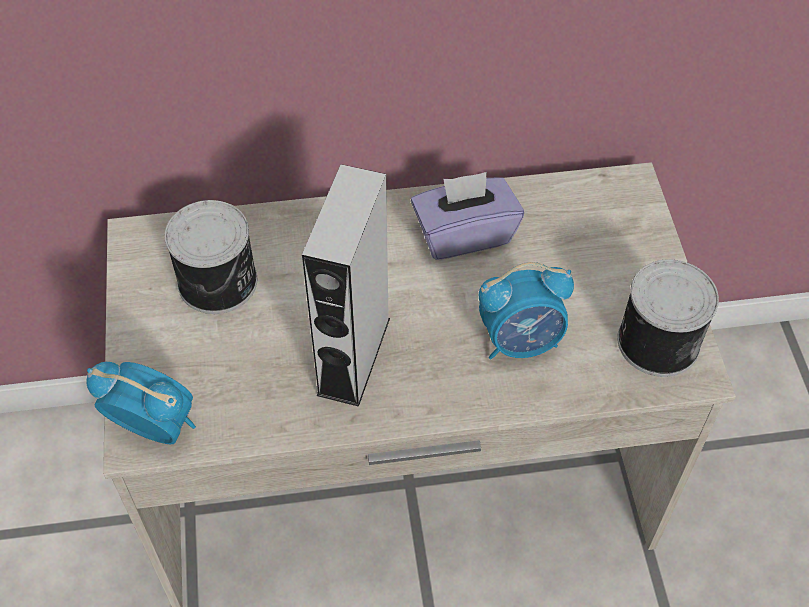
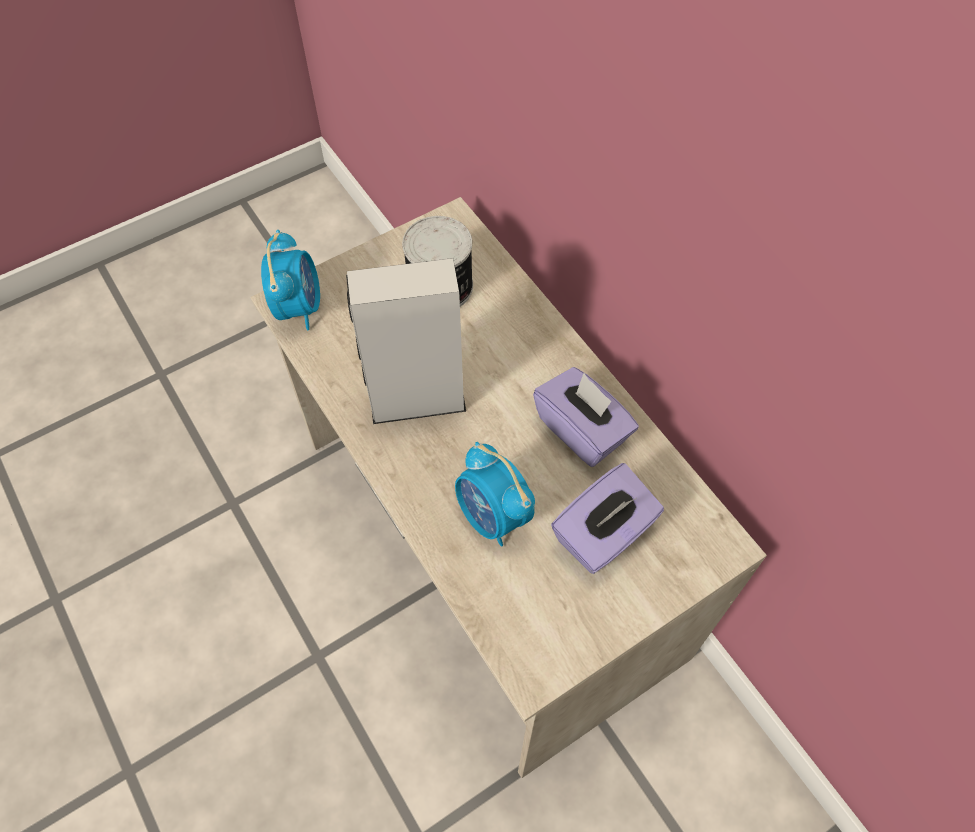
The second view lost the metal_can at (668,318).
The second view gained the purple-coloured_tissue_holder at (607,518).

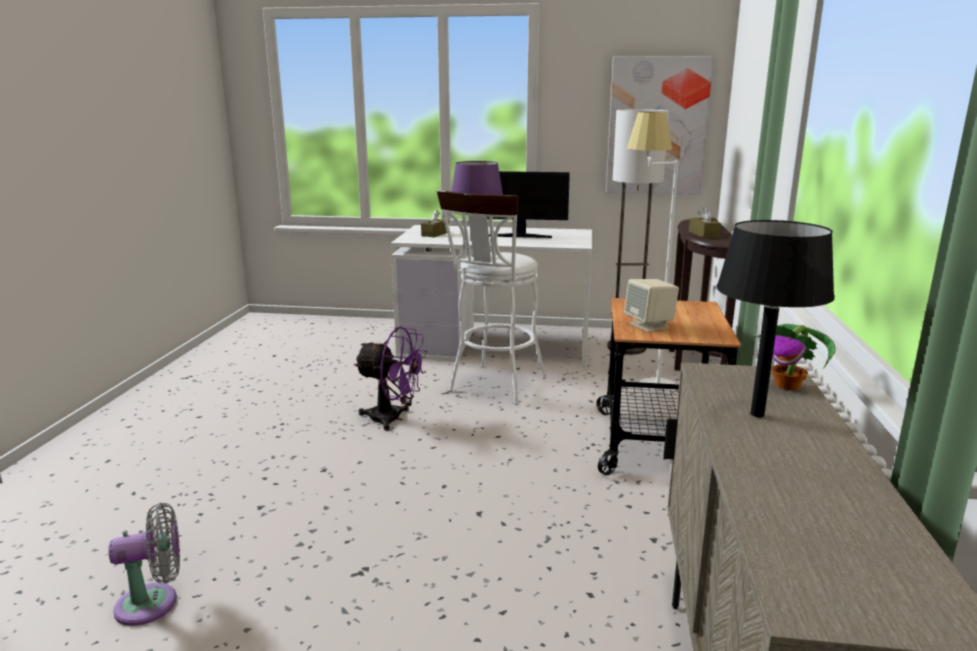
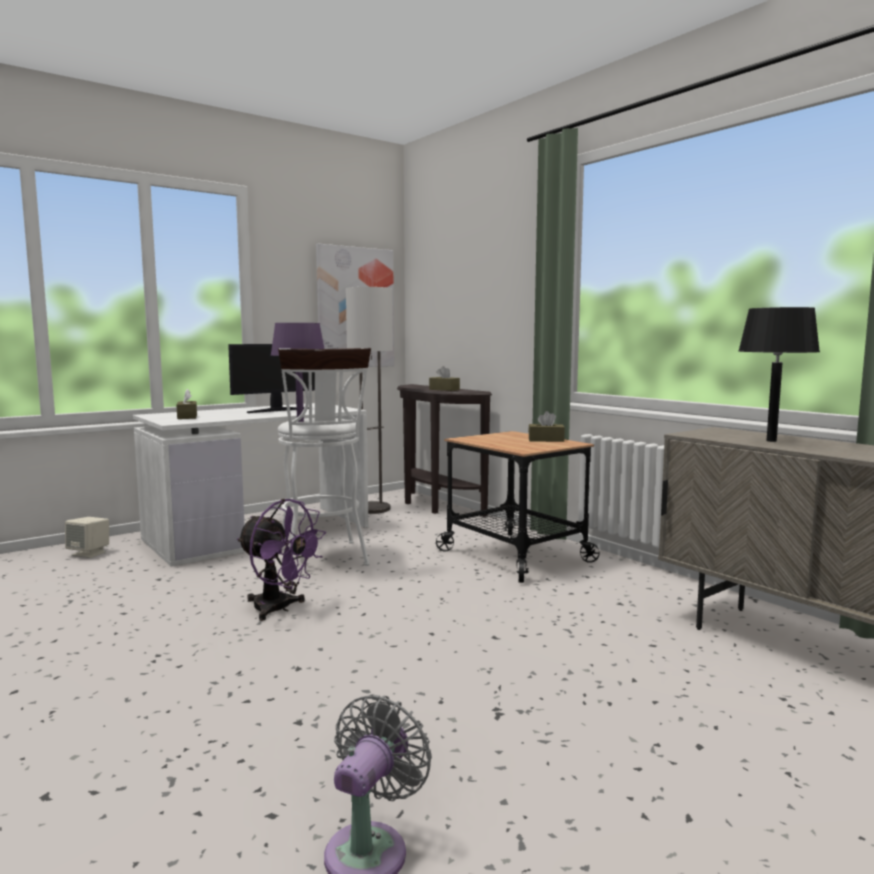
The second view lost the whitish_floor_lamp at (653,252).
The beige_loudspeaker ended up elsewhere, having gone from (651,305) to (87,537).
The second view lost the plant_in_a_pot at (796,357).
The purple-coloured_cooling_fan at (390,379) ended up facing another way, 60 degrees clockwise from before.
The second view gained the brownish_tissue_holder at (546,426).

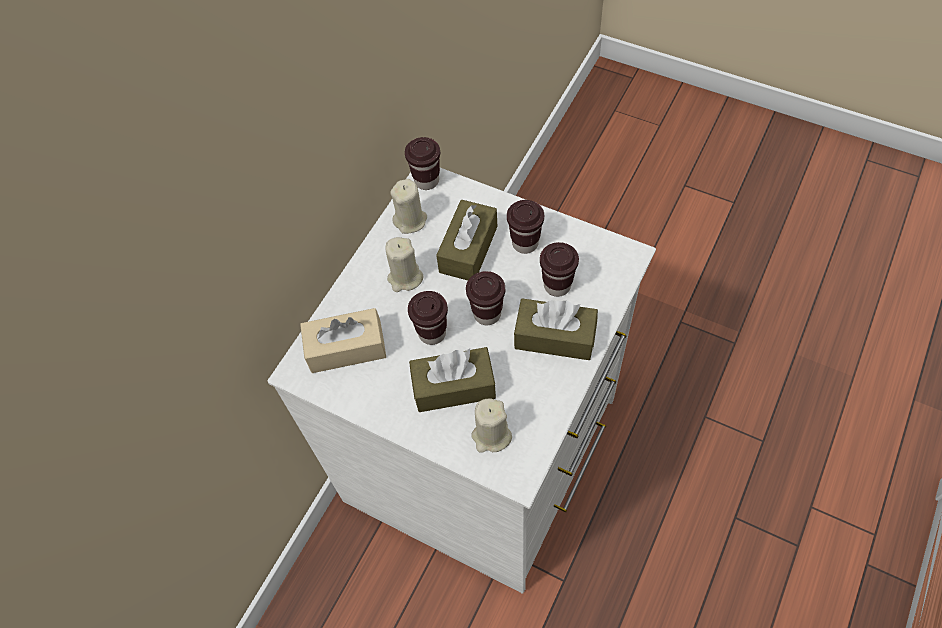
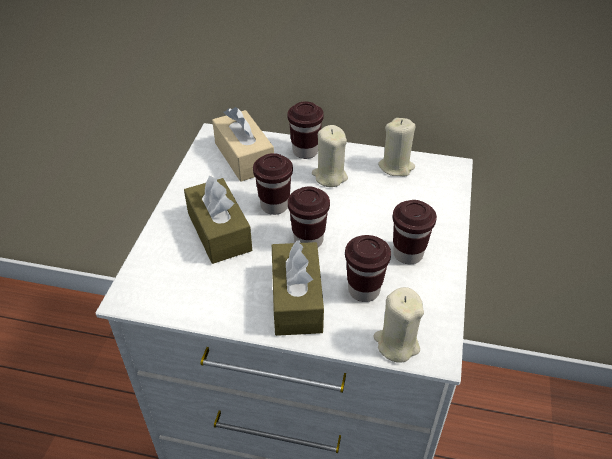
The brownish_cup ended up elsewhere, having gone from (422,163) to (305,130).
The second view lost the brownish_tissue_holder at (467,240).
The beige_candle ended up elsewhere, having gone from (491,425) to (398,325).

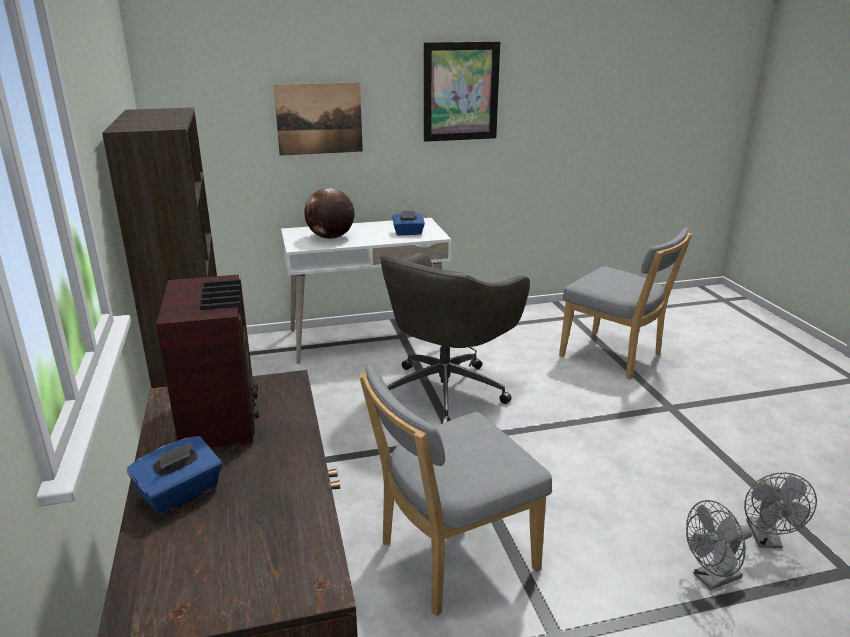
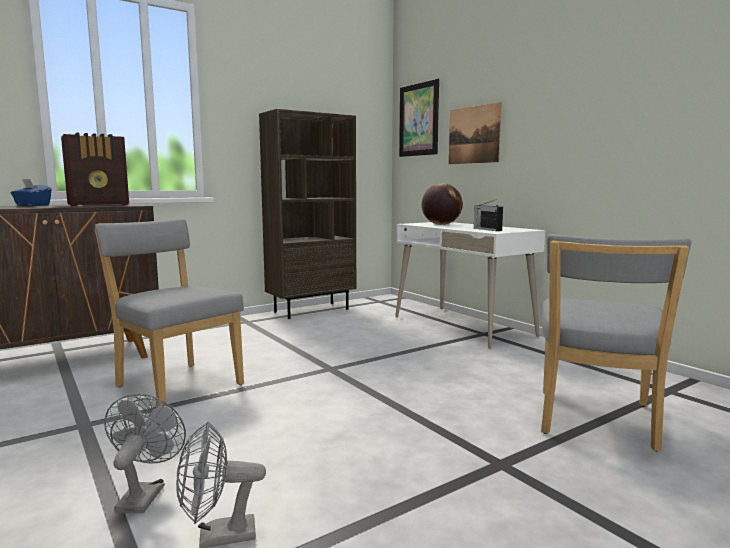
The wall_art ended up elsewhere, having gone from (462,91) to (419,118).
Where the bluish_tissue_holder stood at (408,223), the radio_receiver came to stand at (488,215).
The second view lost the gray_office_chair at (455,338).
The gray_cooling_fan at (719,545) ended up facing another way, 45 degrees clockwise from before.

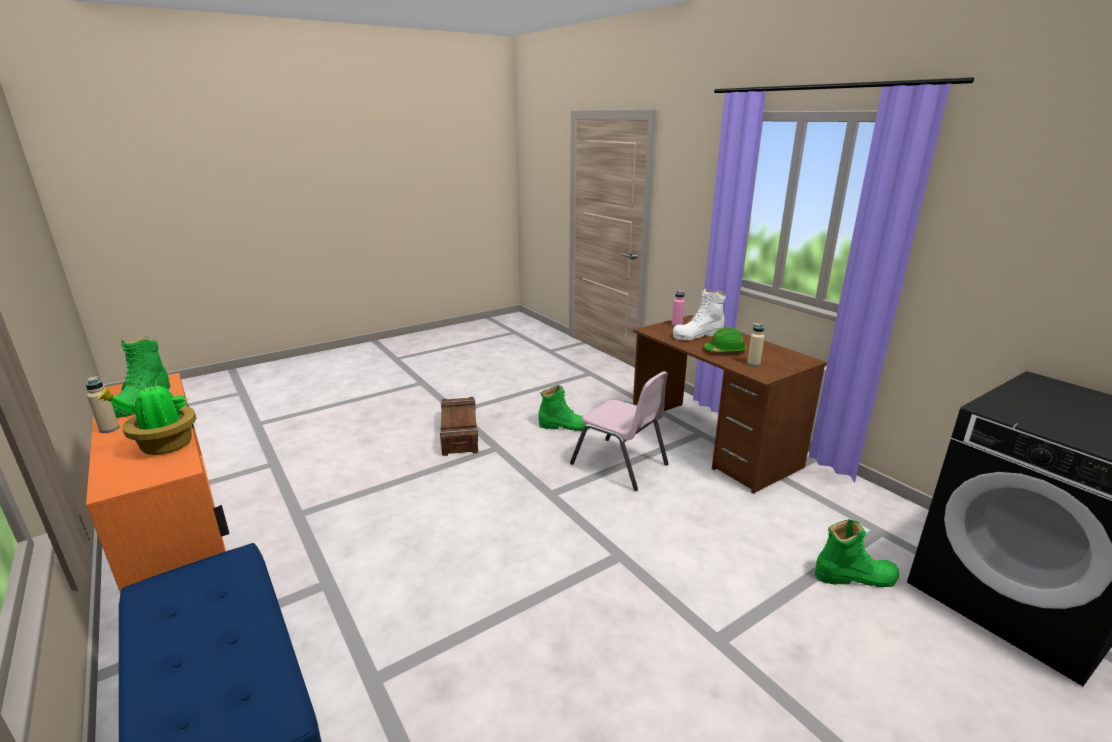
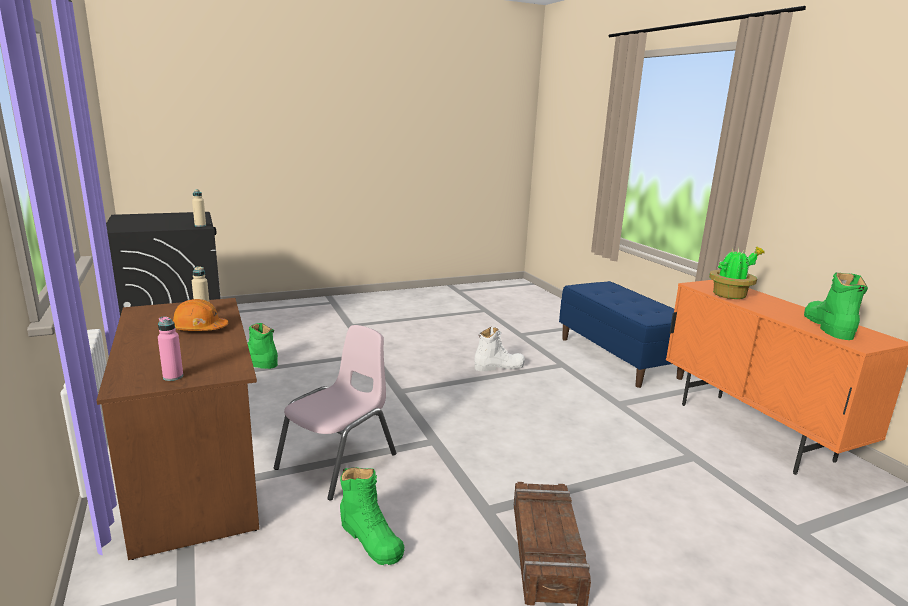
The whitish_boot ended up elsewhere, having gone from (699,314) to (499,349).
What was the green_safety_helmet at (725,339) turned into the orangey_safety_helmet at (200,315).
The pink-coloured_upright_chair at (619,431) ended up facing another way, 75 degrees clockwise from before.
The beige_bottle ended up elsewhere, having gone from (102,404) to (199,208).
The green_boot at (564,408) ended up facing another way, 150 degrees counterclockwise from before.

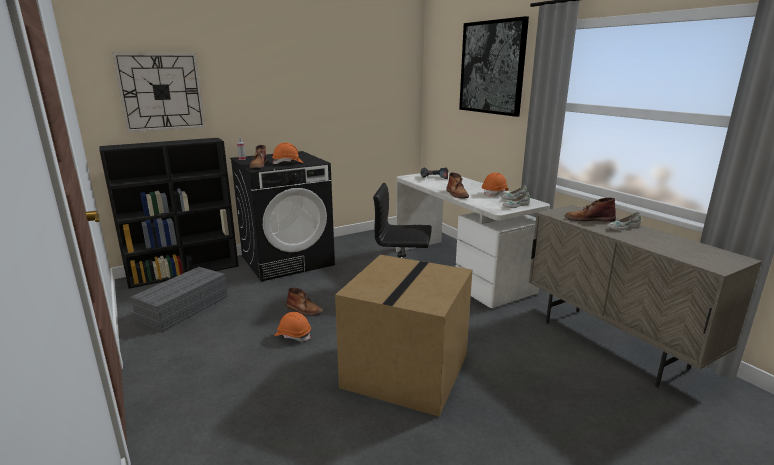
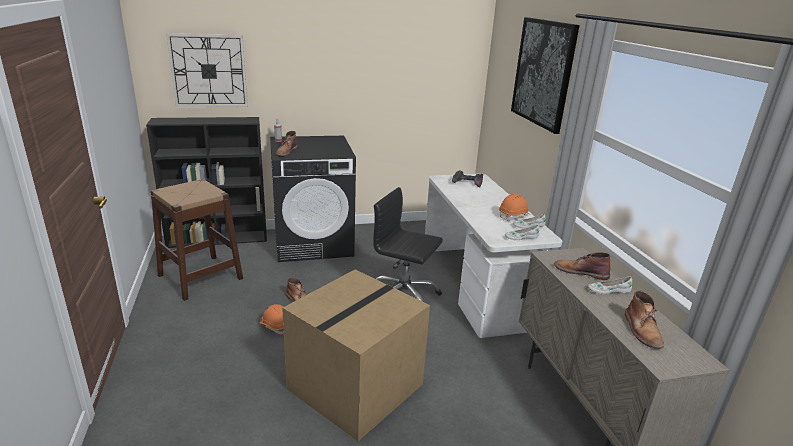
The second view lost the orangey_safety_helmet at (287,153).
The brownish_boot ended up elsewhere, having gone from (457,185) to (644,319).
Where the gray_storage_box stood at (178,299), the brownish_stool_seat came to stand at (197,240).

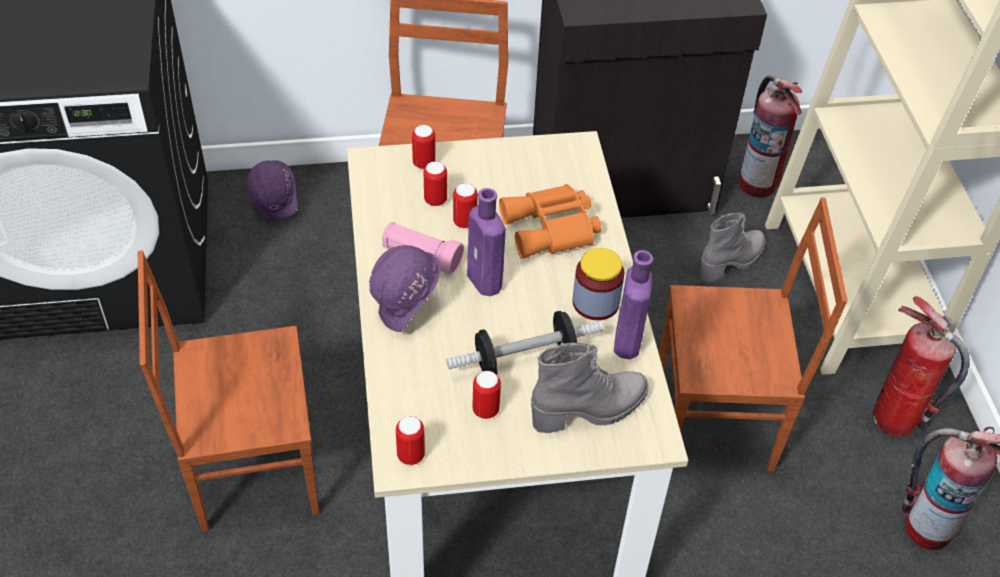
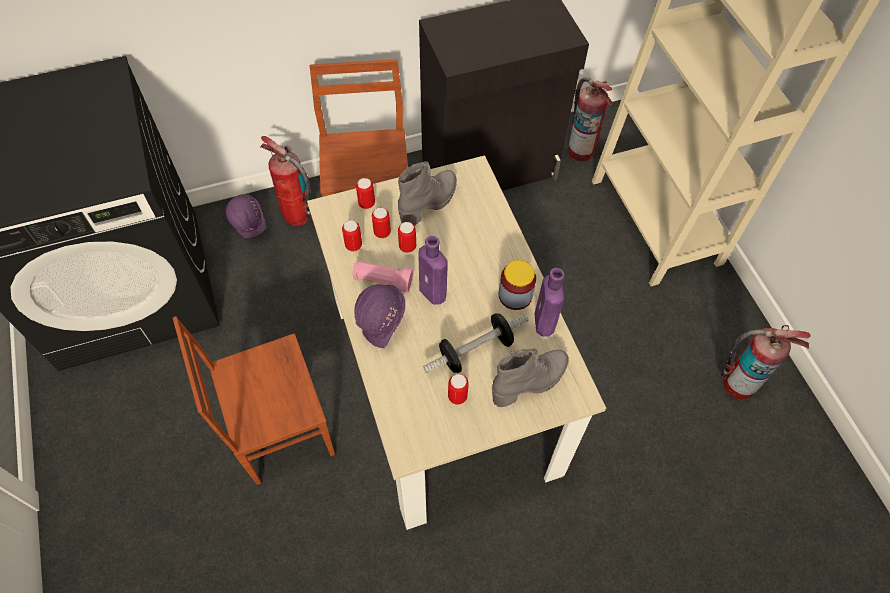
The second view lost the orangey_binoculars at (550,221).
The second view lost the brownish_upright_chair at (753,334).
The gray_boot ended up elsewhere, having gone from (732,247) to (427,193).
The extinguisher ended up elsewhere, having gone from (921,366) to (285,181).
The metal_can ended up elsewhere, having gone from (410,440) to (352,235).

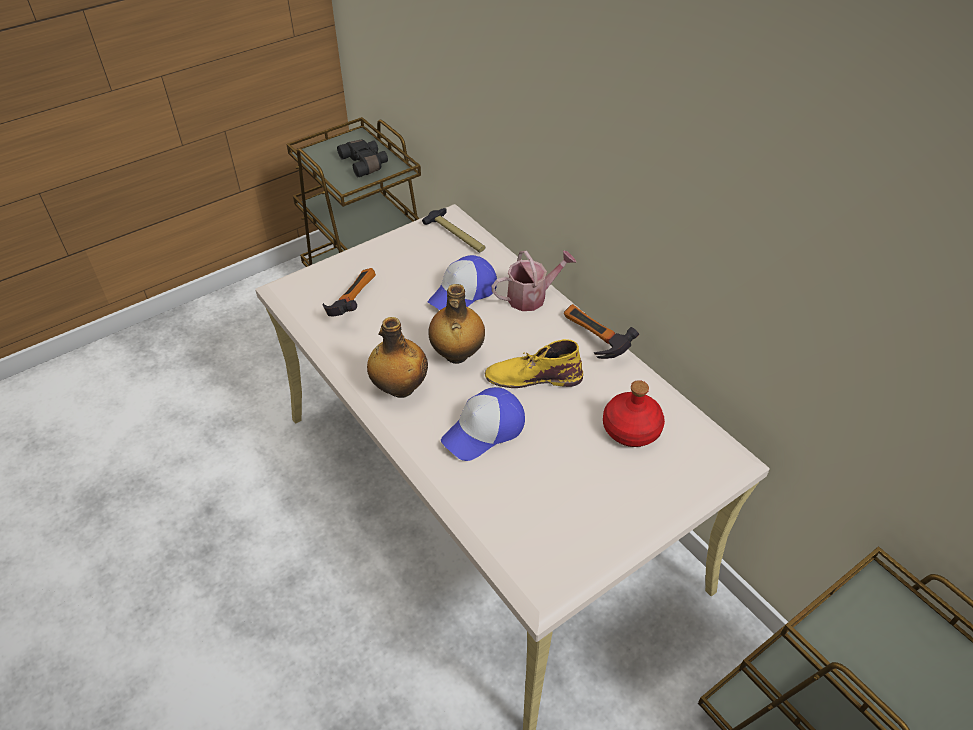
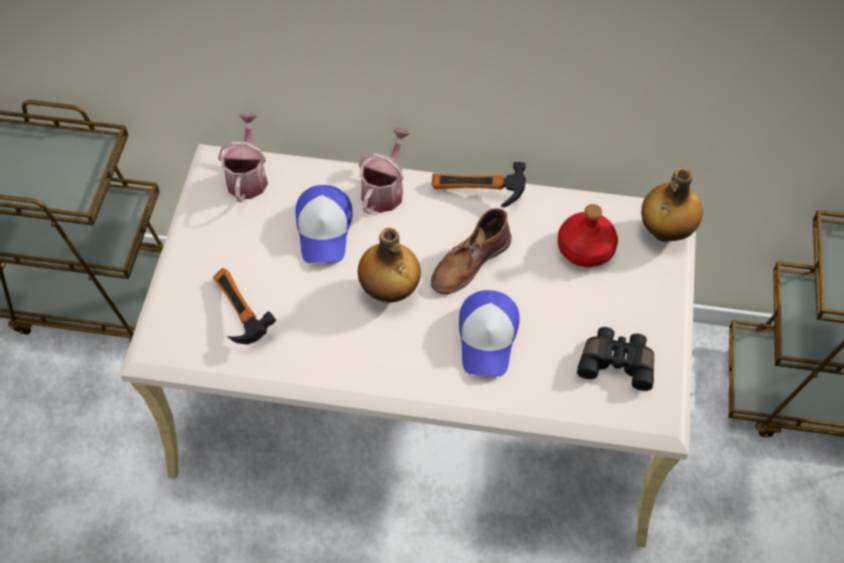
The black_binoculars ended up elsewhere, having gone from (362,158) to (615,359).
Where the tool_hammer stood at (453,230), the watering_pot came to stand at (243,158).
The bottle ended up elsewhere, having gone from (397,357) to (672,205).
What was the yellowish_boot at (534,363) turned into the brownish_boot at (471,251).

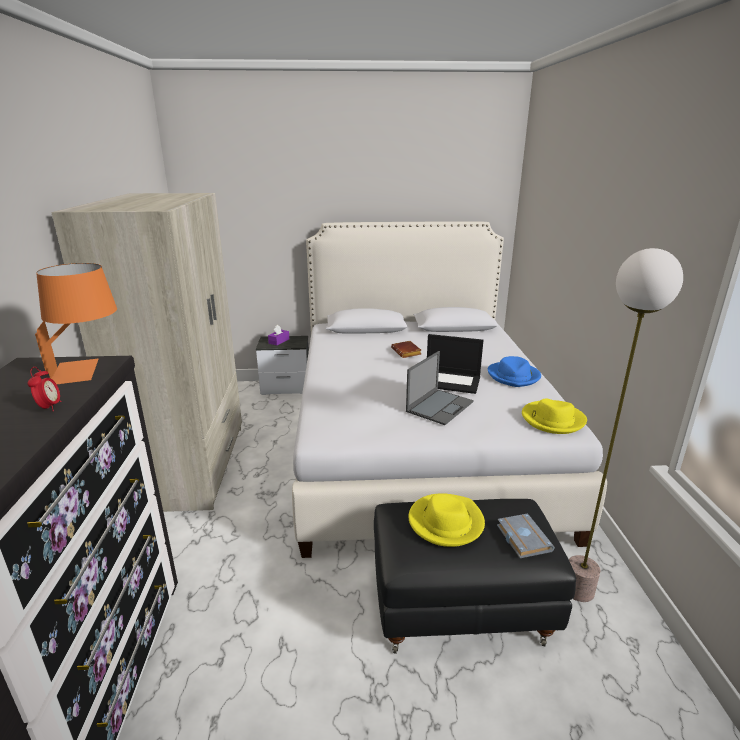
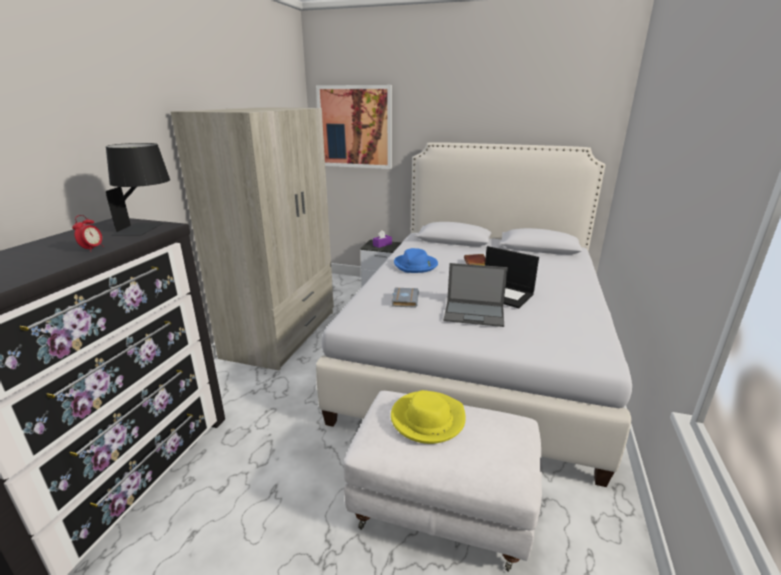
The second view lost the floor_lamp at (626,425).
What was the orangey_tabletop_lamp at (76,323) turned into the black_tabletop_lamp at (138,189).
The notebook_computer at (440,388) ended up facing another way, 45 degrees clockwise from before.
The bluish_clothing_hat ended up elsewhere, having gone from (514,371) to (416,260).
The second view lost the yellowish_clothing_hat at (554,416).
What was the black_footrest at (475,576) turned into the whitish_footrest at (443,481).
The gray_volume ended up elsewhere, having gone from (526,536) to (405,298).
The second view gained the wall_art at (354,127).

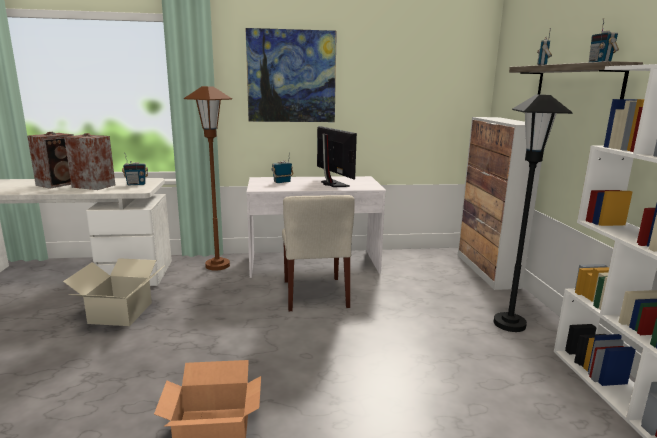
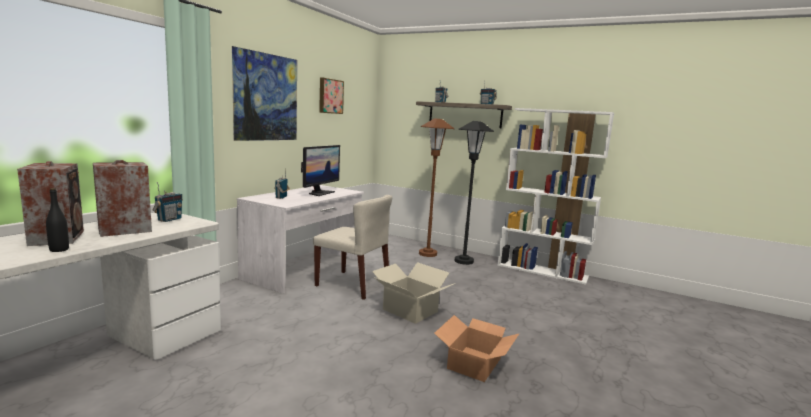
The brownish_floor_lamp ended up elsewhere, having gone from (208,178) to (436,188).
The second view lost the cupboard at (499,203).
The computer_display at (337,156) ended up facing another way, 105 degrees clockwise from before.
The carton ended up elsewhere, having gone from (113,292) to (413,293).
The second view gained the wall_art at (331,96).
The second view gained the black_bottle at (57,220).

